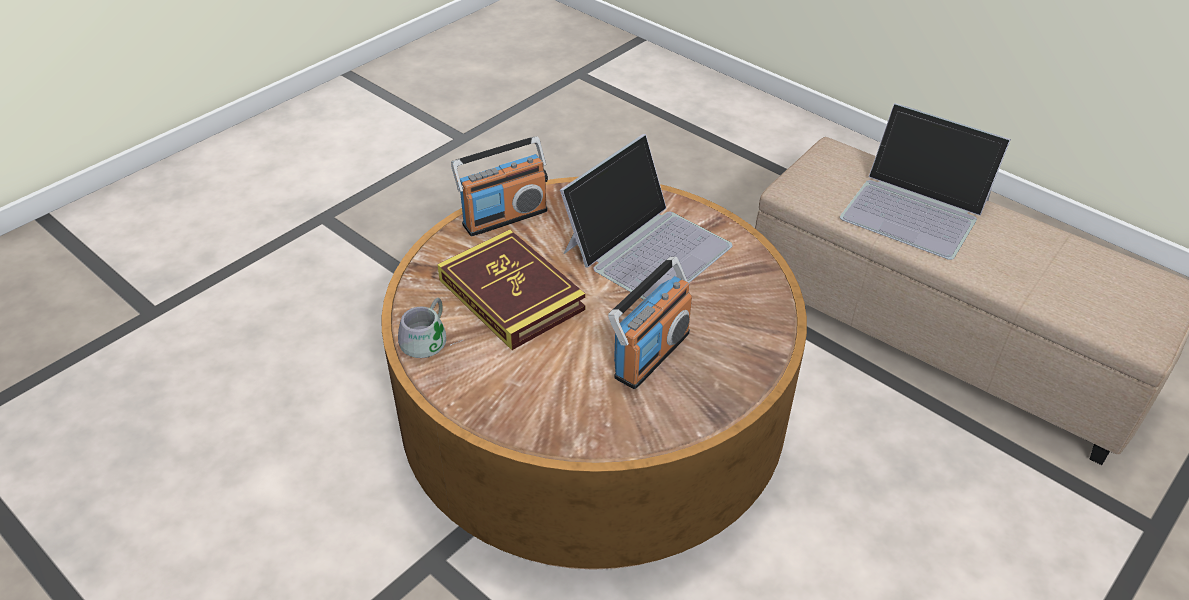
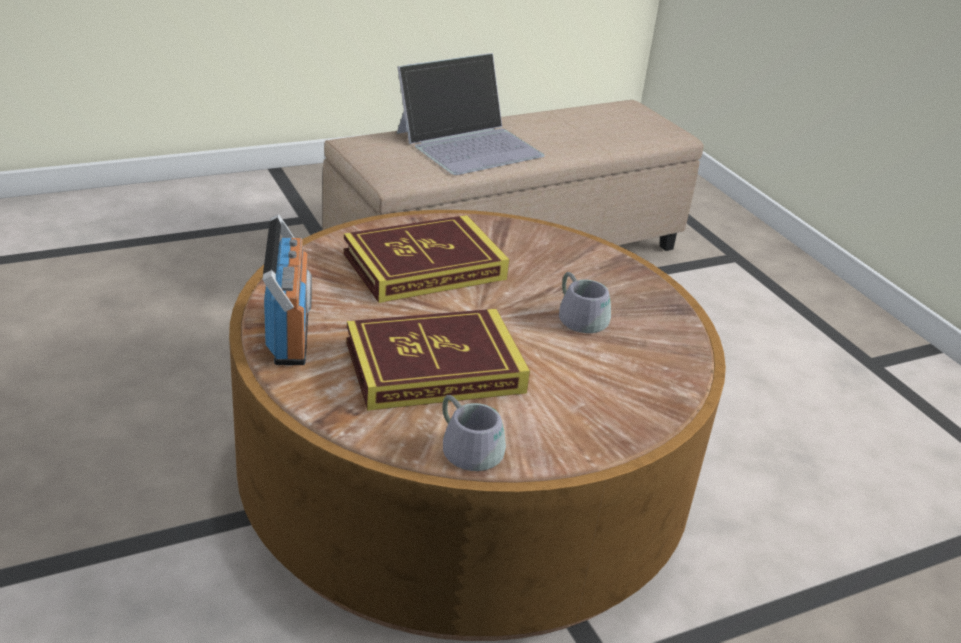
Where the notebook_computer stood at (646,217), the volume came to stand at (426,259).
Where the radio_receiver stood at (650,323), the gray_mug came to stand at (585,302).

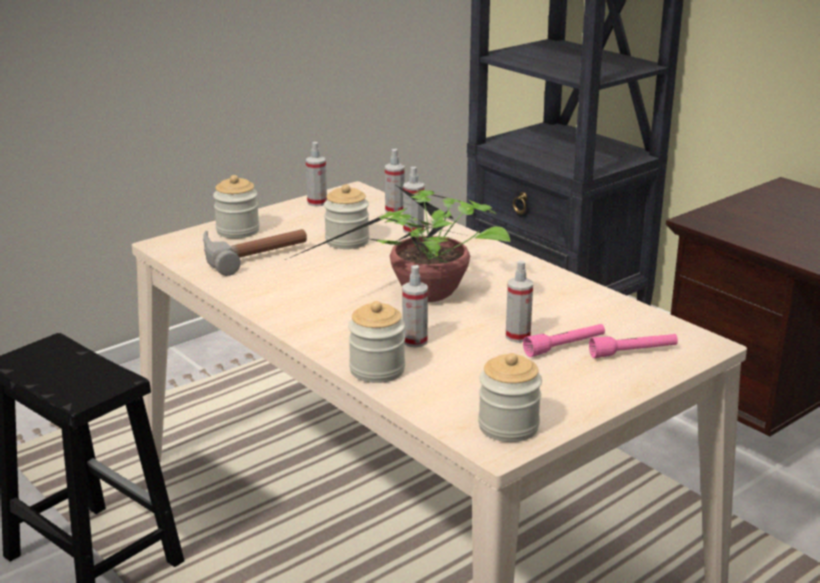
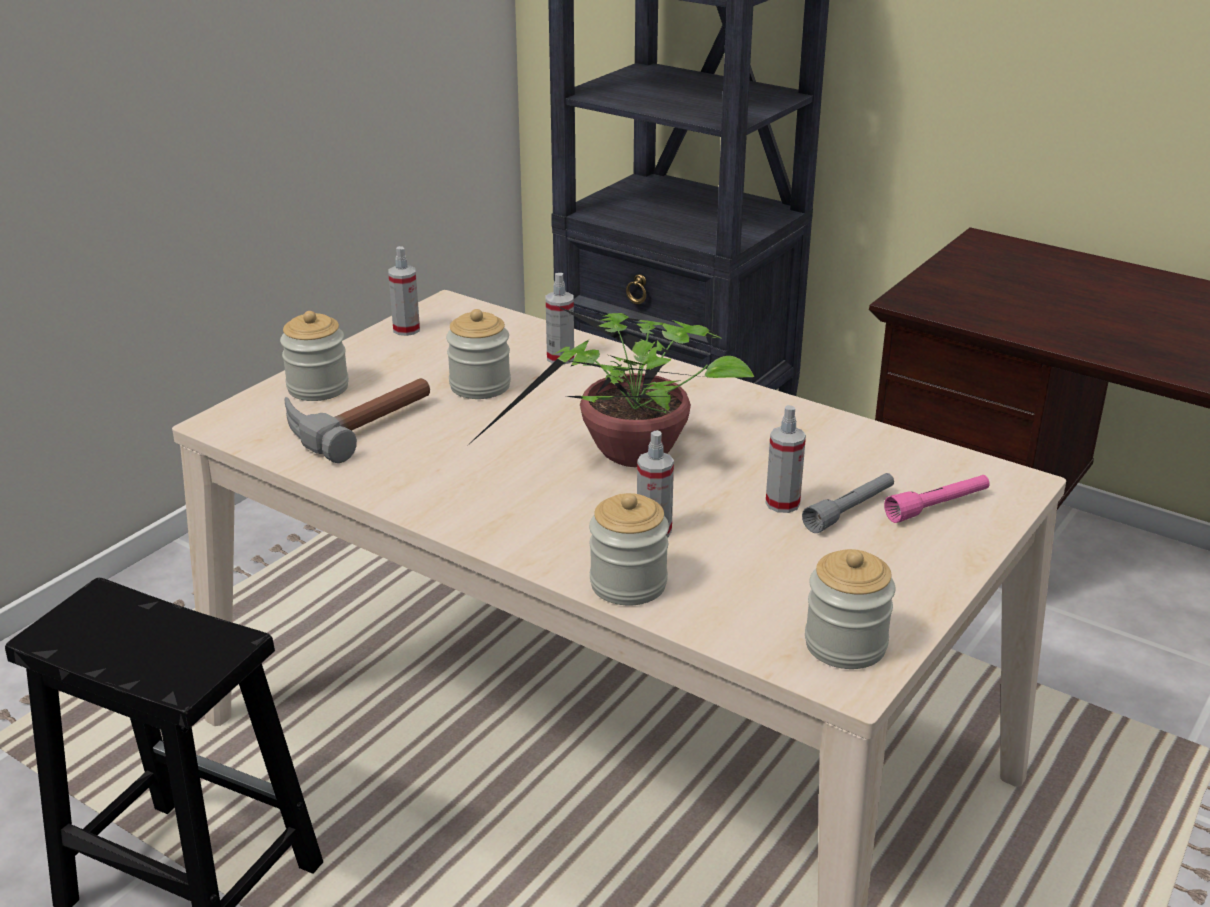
The second view lost the sprayer at (395,181).
What was the pink-coloured_torch at (564,340) turned into the gray_torch at (848,503).

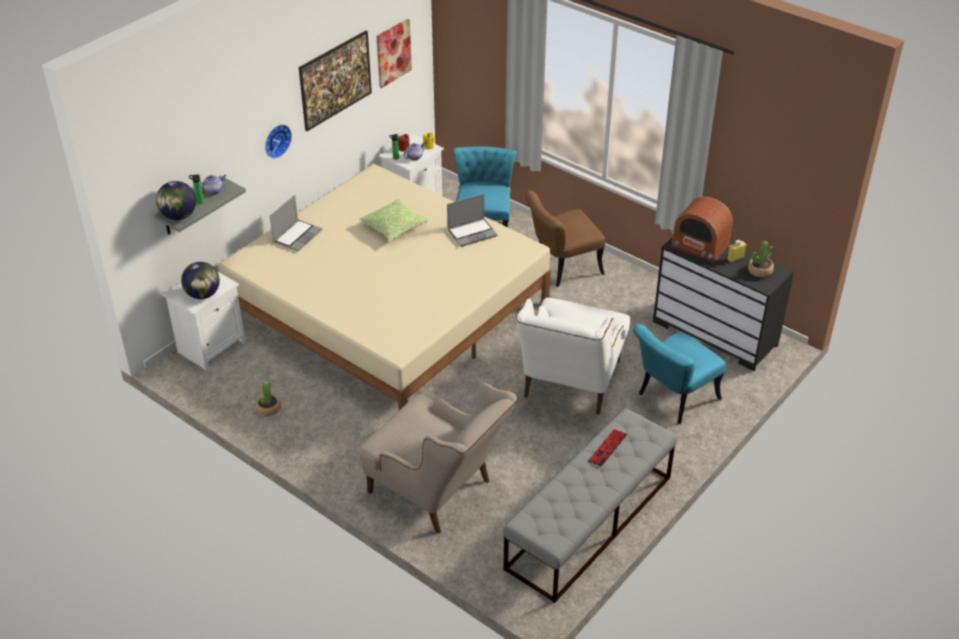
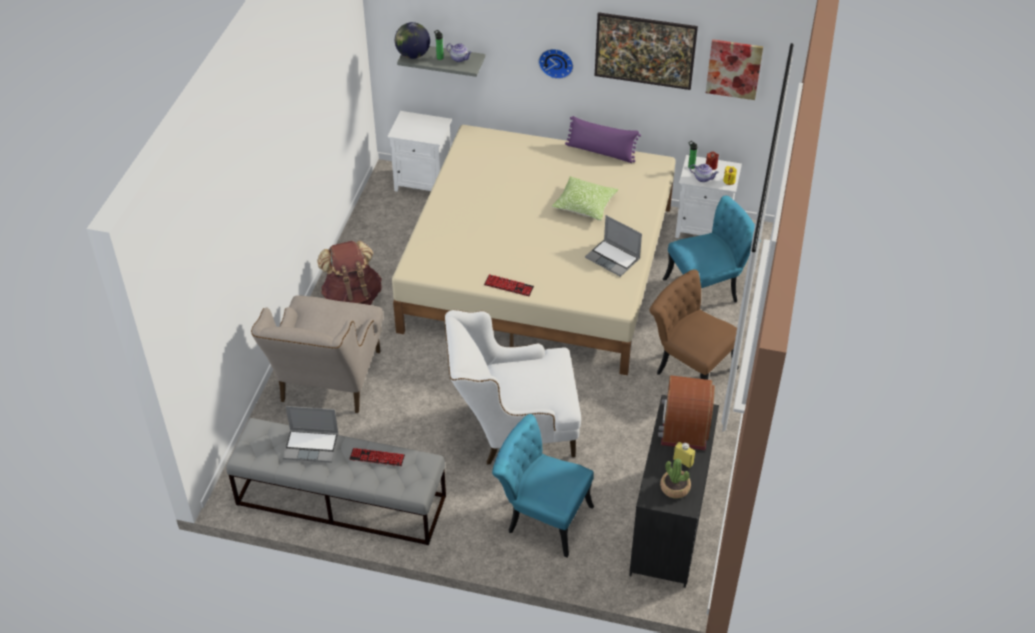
The notebook_computer ended up elsewhere, having gone from (296,223) to (311,434).
The second view lost the world_globe at (200,280).
The second view lost the plant_in_a_pot at (268,398).
The second view gained the purple-coloured_cushion at (603,139).
The second view gained the brownish_backpack at (349,273).
The second view gained the keyboard at (509,285).

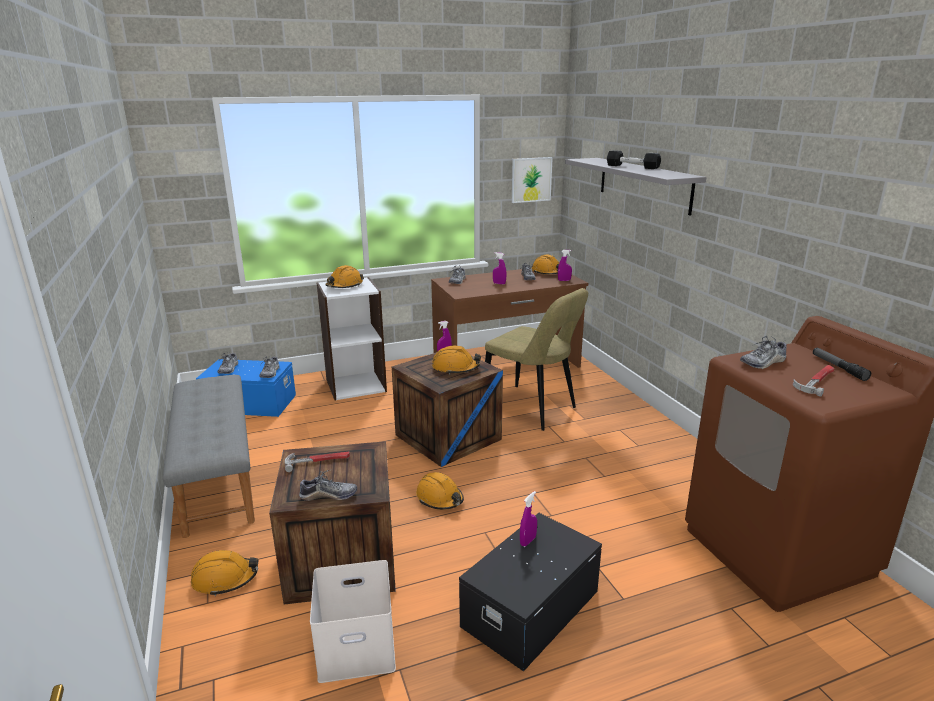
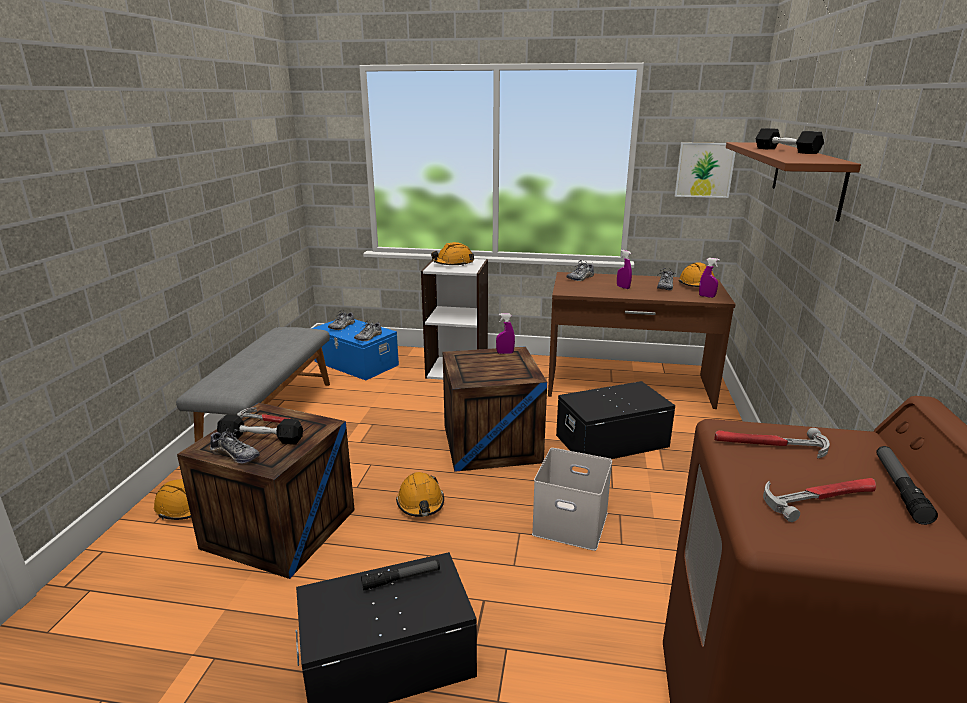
What was the gray_shelf at (635,186) turned into the brownish_shelf at (793,181).
Where the beige_upright_chair stood at (536,359), the black_storage_box came to stand at (615,420).
Where the item_of_footwear stood at (763,352), the tool_hammer came to stand at (772,443).
The second view lost the orangey_safety_helmet at (456,360).
Where the purple-coloured_sprayer stood at (528,518), the torch came to stand at (400,575).
The whitish_storage_box ended up elsewhere, having gone from (353,621) to (572,499).
The second view gained the black_free_weight at (260,430).

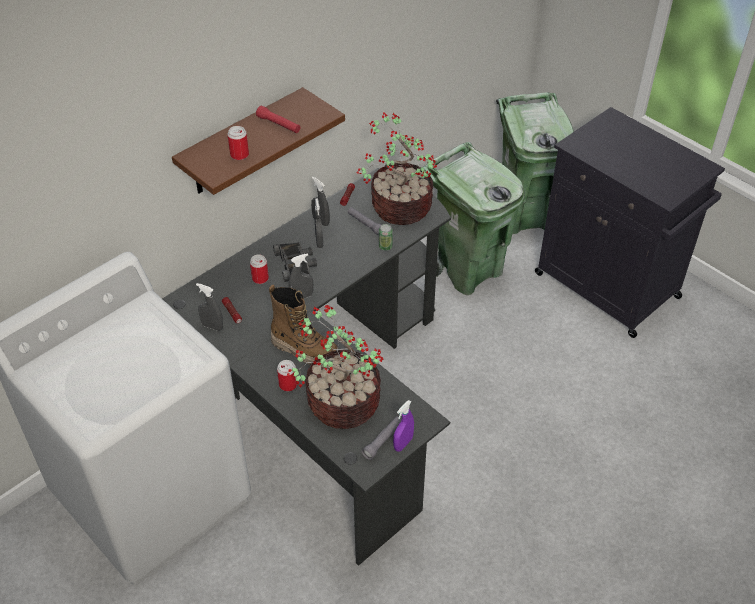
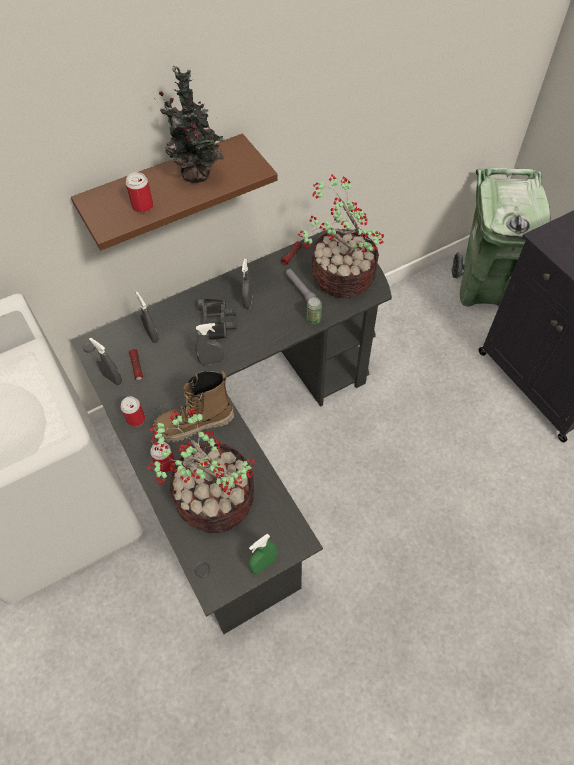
Where the red-coloured_torch stood at (278,119), the plant_in_a_pot came to stand at (189,124).
The second view lost the green_rubbish_bin at (474,218).
The gray_sprayer ended up elsewhere, having gone from (320,201) to (147,317).
The metal_can ended up elsewhere, having gone from (259,269) to (132,411).
The boot at (303,324) ended up facing another way, 120 degrees clockwise from before.
What was the purple-coloured_sprayer at (403,426) turned into the green_sprayer at (263,554).
The second view lost the gray_torch at (382,438).

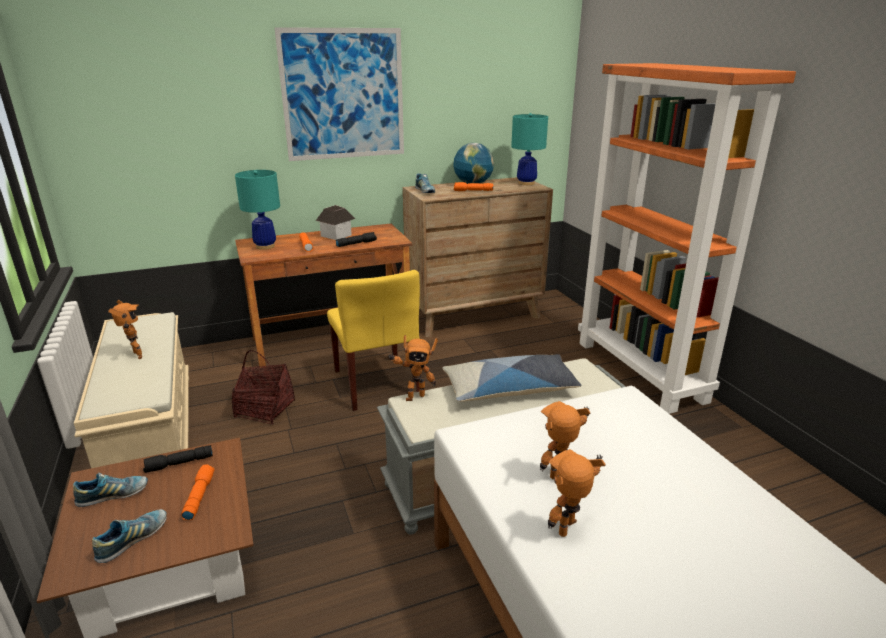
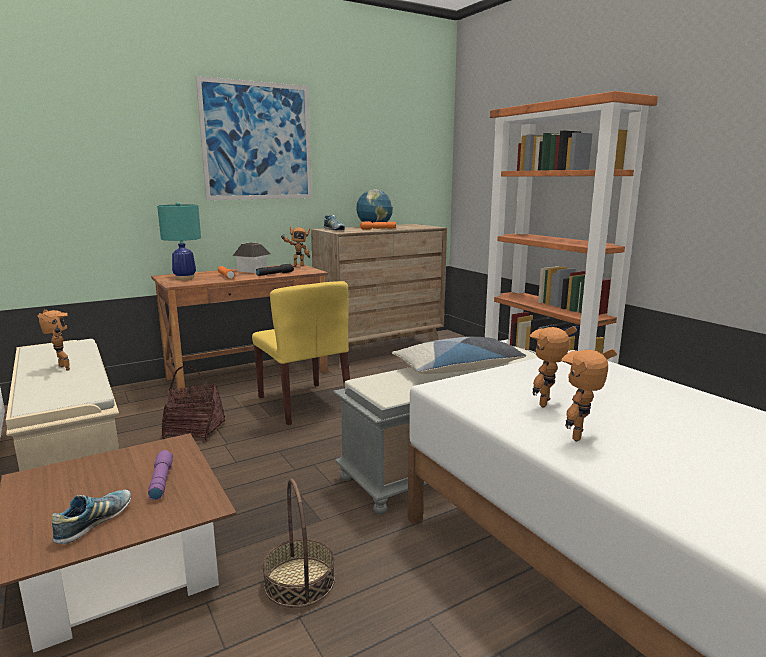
The second view lost the blue-green_tabletop_lamp at (529,149).
The model_robot ended up elsewhere, having gone from (412,368) to (296,246).
The second view lost the black_torch at (178,459).
What was the orangey_torch at (198,492) turned into the purple-coloured_torch at (160,475).
The second view lost the item_of_footwear at (110,490).
The second view gained the storage_basket at (298,543).

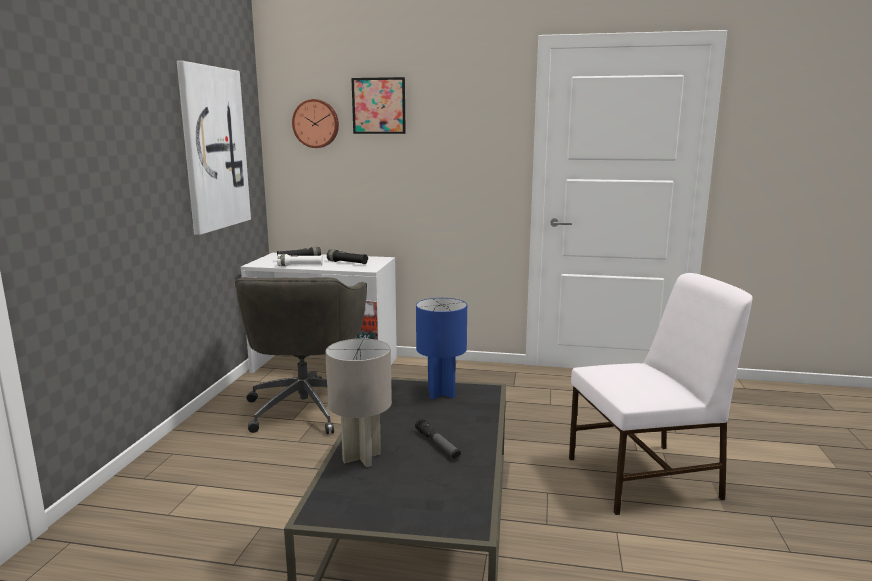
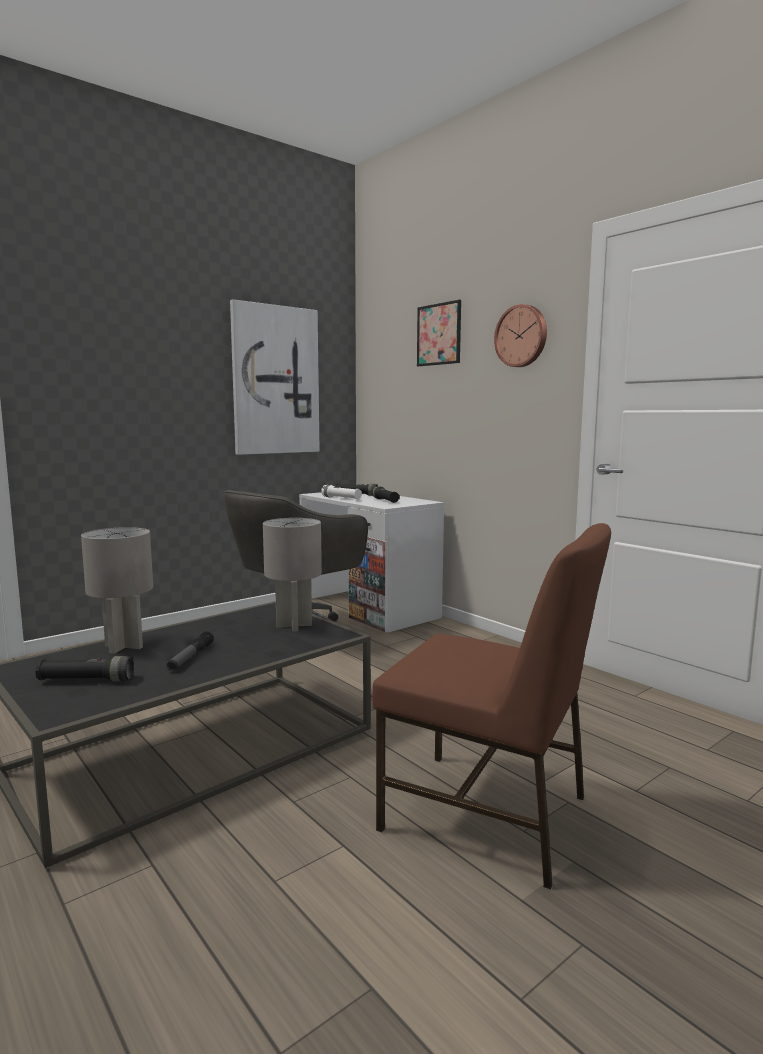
The wall_clock ended up elsewhere, having gone from (315,123) to (520,335).
What was the whitish_upright_chair at (660,394) turned into the brownish_upright_chair at (491,706).
What was the bluish_tabletop_lamp at (441,348) turned into the gray_tabletop_lamp at (292,575).
The second view gained the black_torch at (84,668).

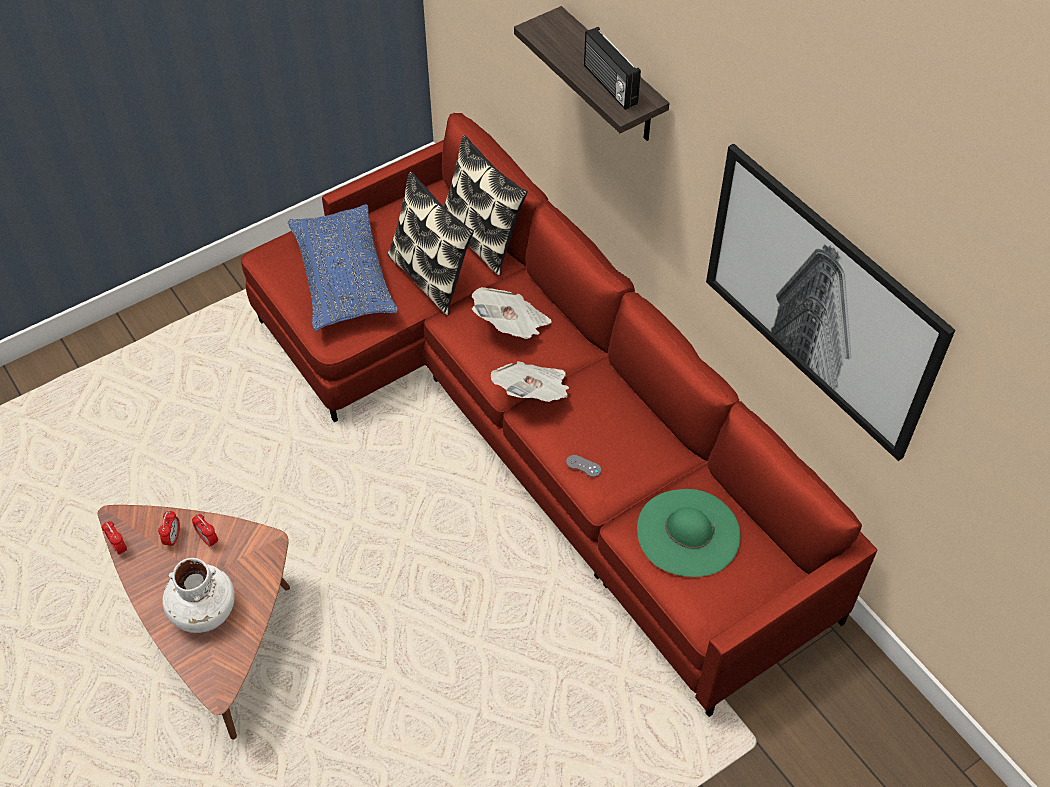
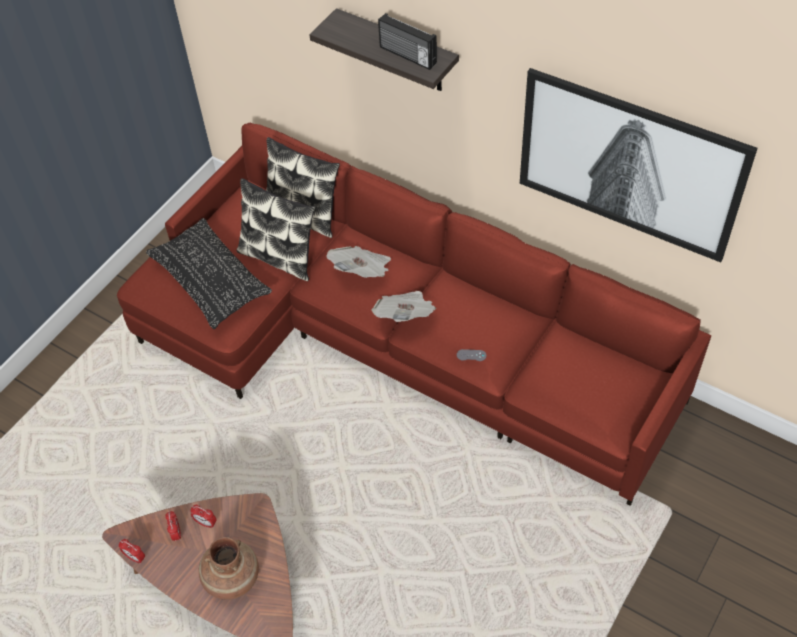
What was the bluish_cushion at (343,268) turned into the black_cushion at (209,273).
The second view lost the green_clothing_hat at (689,533).
What was the whitish_flower_vase at (198,595) turned into the brownish_flower_vase at (229,568).

